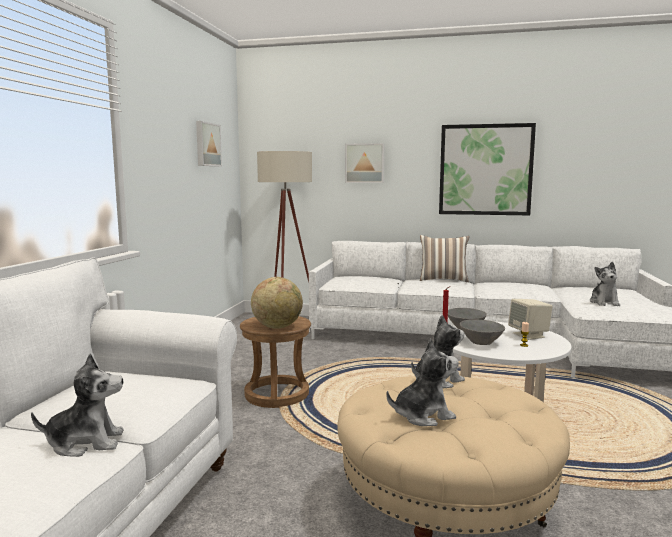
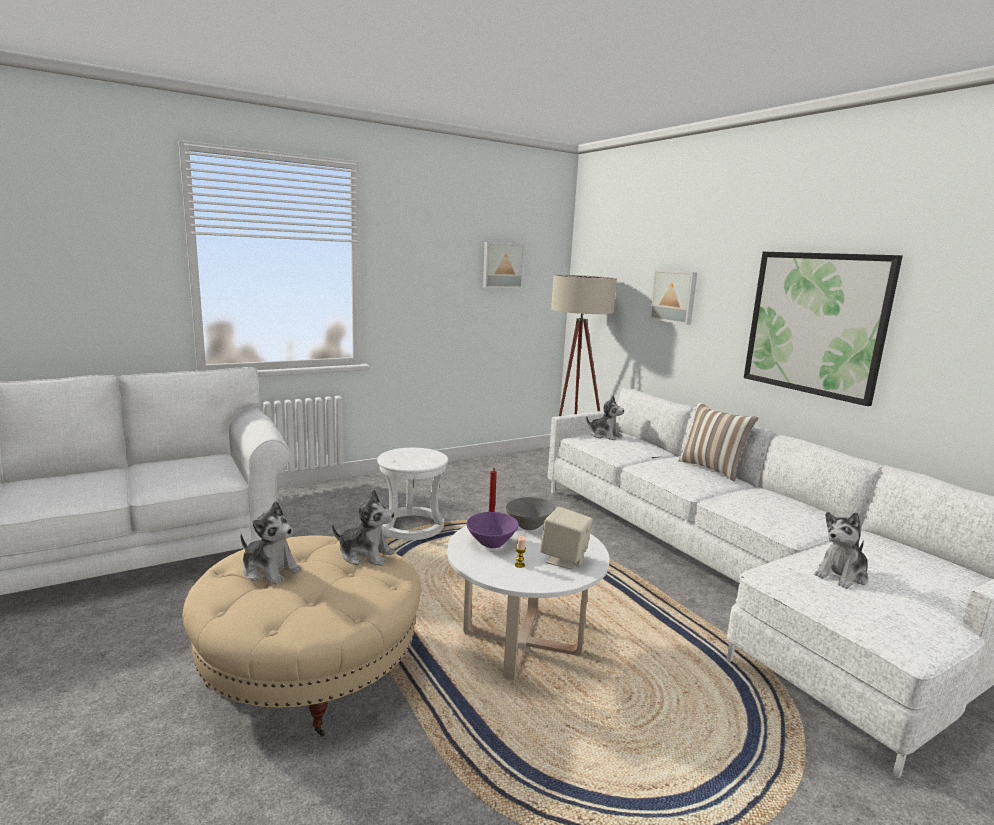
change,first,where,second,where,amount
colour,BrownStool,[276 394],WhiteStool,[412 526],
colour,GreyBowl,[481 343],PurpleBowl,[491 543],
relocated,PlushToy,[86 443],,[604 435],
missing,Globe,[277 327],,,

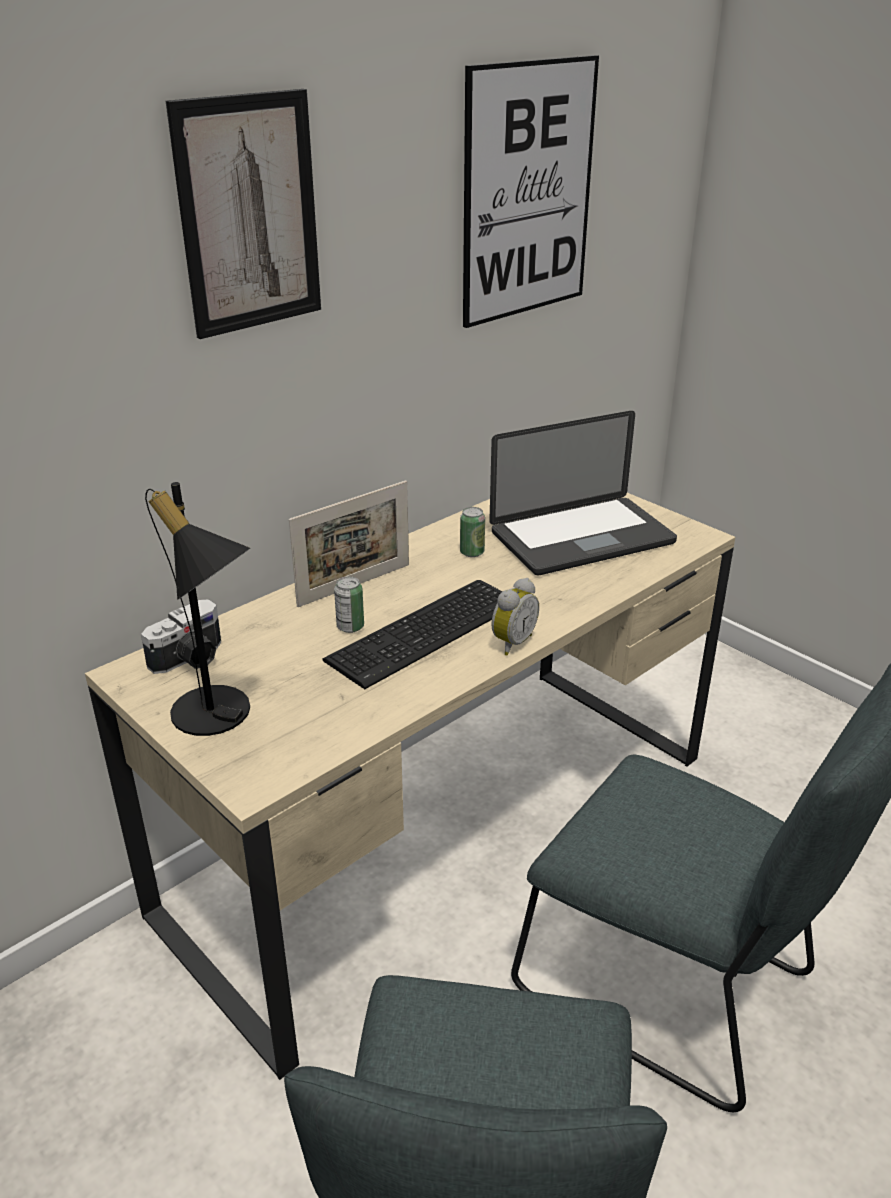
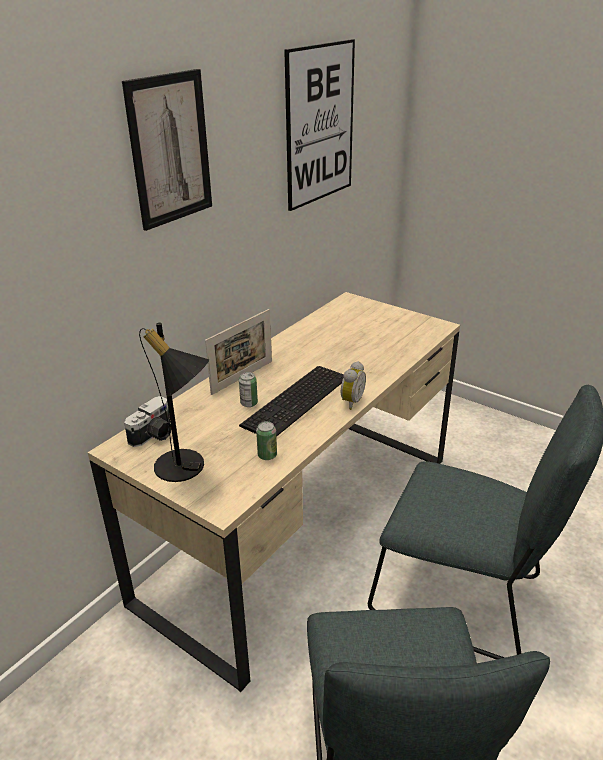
change,first,where,second,where,amount
relocated,Can,[472 552],,[267 455],
missing,Laptop,[582 538],,,

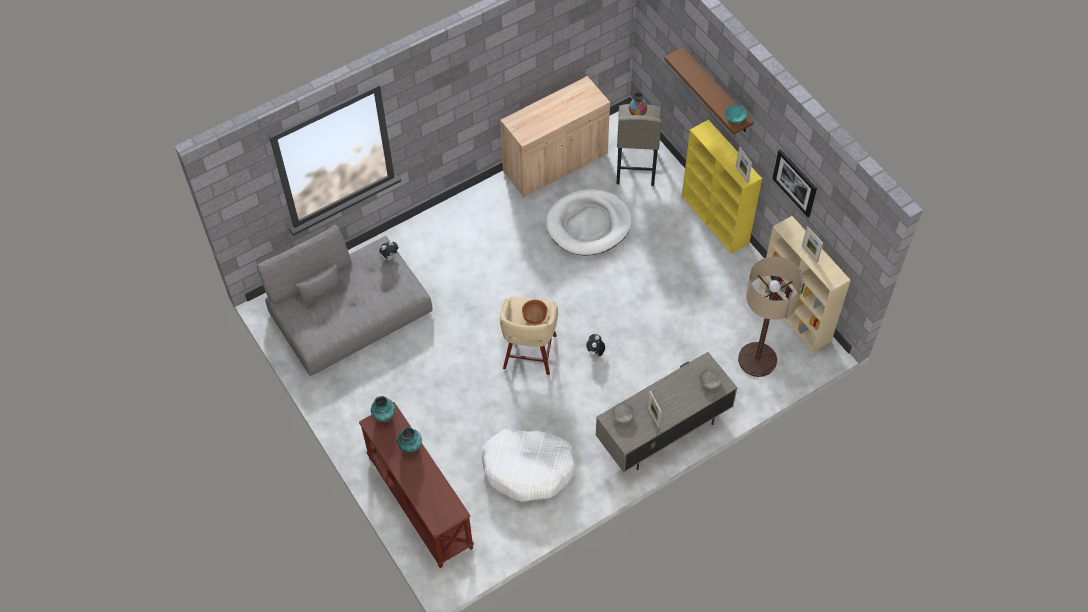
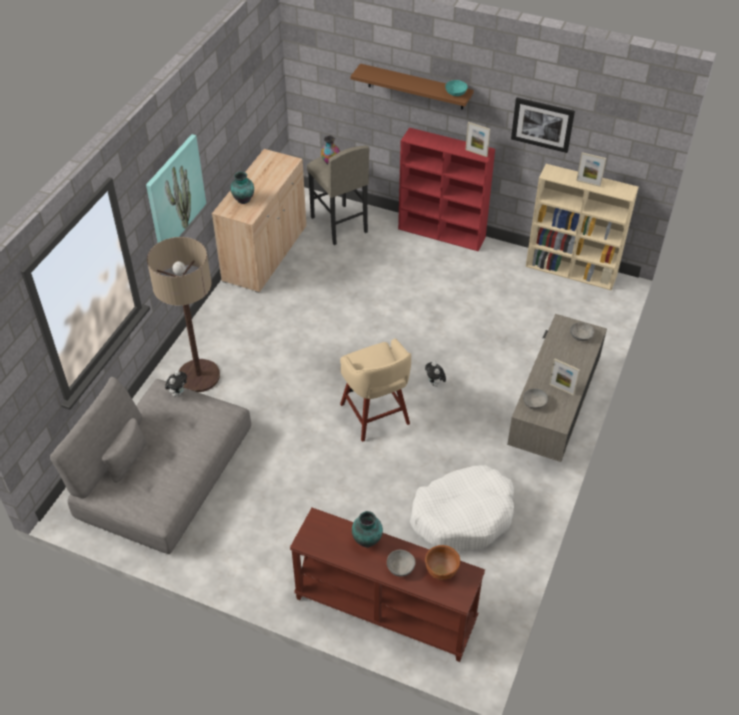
change,first,where,second,where,amount
appeared,,,Picture,[174 193],
relocated,FloorLamp,[757 360],,[199 376],
relocated,Vase,[384 417],,[243 200],
appeared,,,GreyBowl,[400 568],
colour,YellowBookcase,[715 220],RedBookcase,[442 233],
relocated,BrownBowl,[535 318],,[442 570],
missing,WhiteDogBed,[588 225],,,

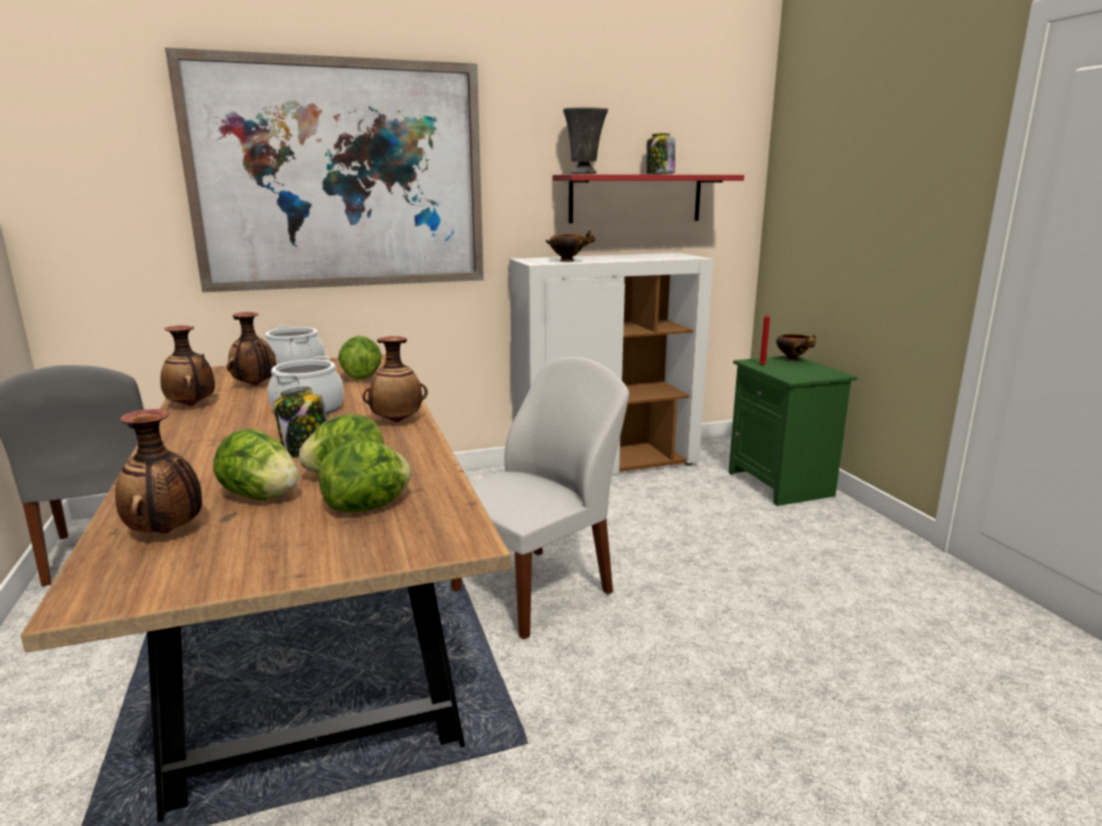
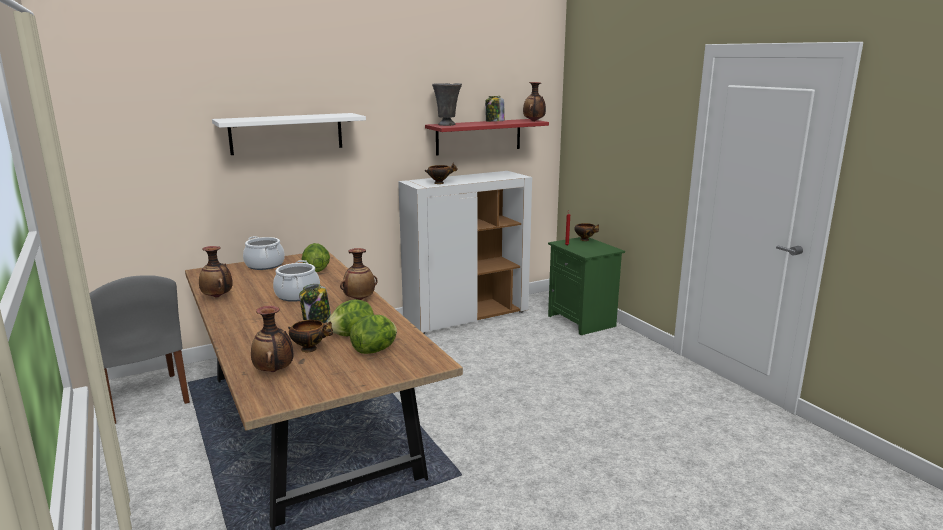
change,first,where,second,where,amount
exchanged,Picture,[340 176],WhiteShelf,[286 133],
exchanged,Lettuce,[260 496],Bowl,[311 349],
relocated,Vase,[255 385],,[534 121],
missing,WhiteChair,[536 590],,,

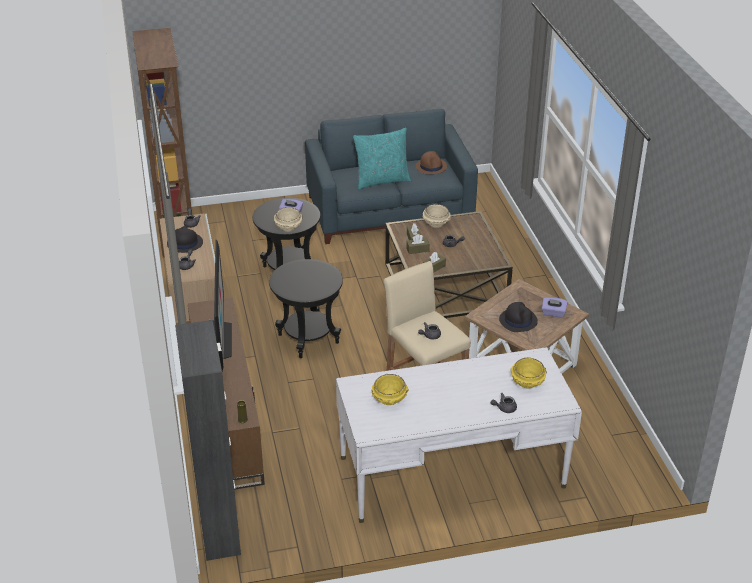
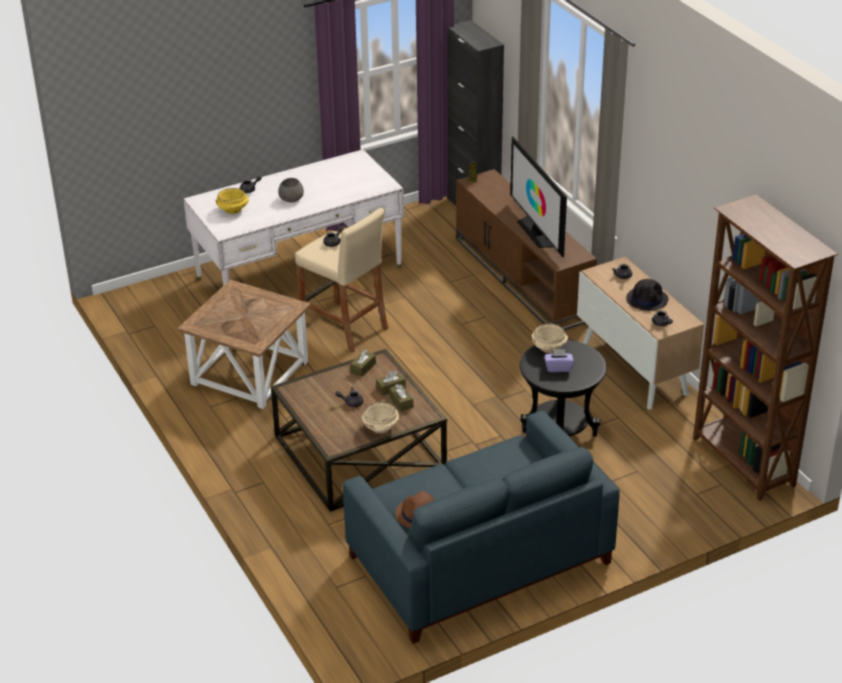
change,first,where,second,where,amount
appeared,,,GreyBowl,[291 198],
missing,BlackSideTable,[308 339],,,
missing,TurquoisePillow,[382 181],,,
missing,YellowBowl,[390 399],,,
missing,BlackHat,[518 320],,,
missing,PurpleTissueBox,[553 313],,,

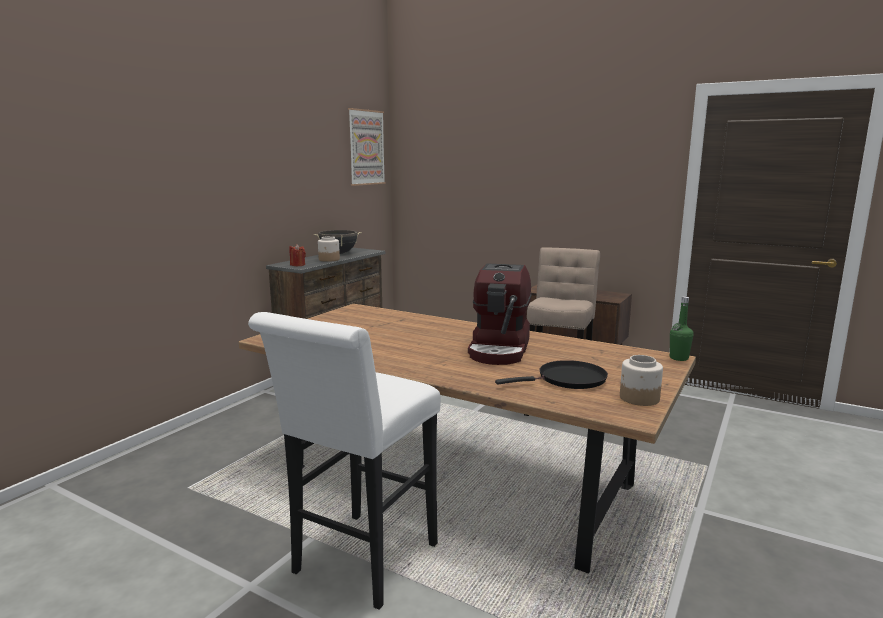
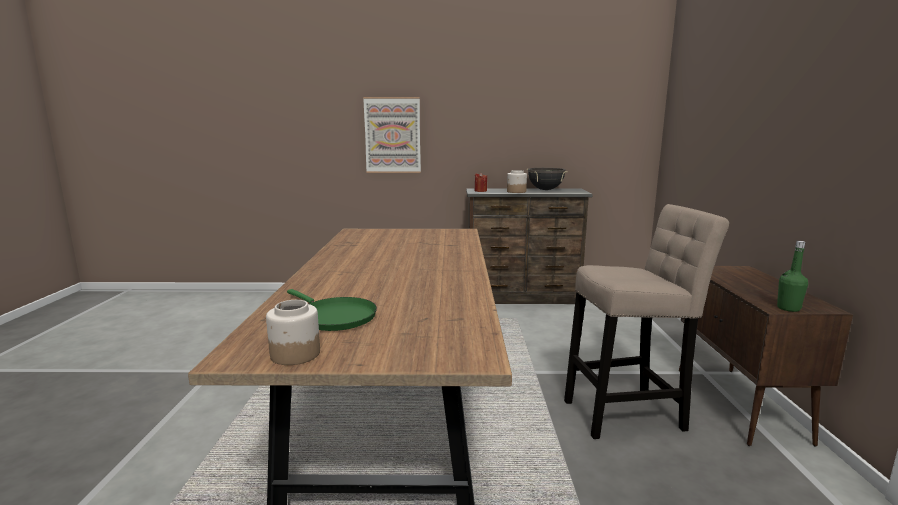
change,first,where,second,where,amount
colour,BlackFryingPan,[567 380],GreenFryingPan,[334 317],
relocated,Picture,[366 147],,[392 135],
relocated,GreenBottle,[679 358],,[788 308],
missing,WhiteStool,[359 564],,,
missing,CoffeeMachine,[500 349],,,

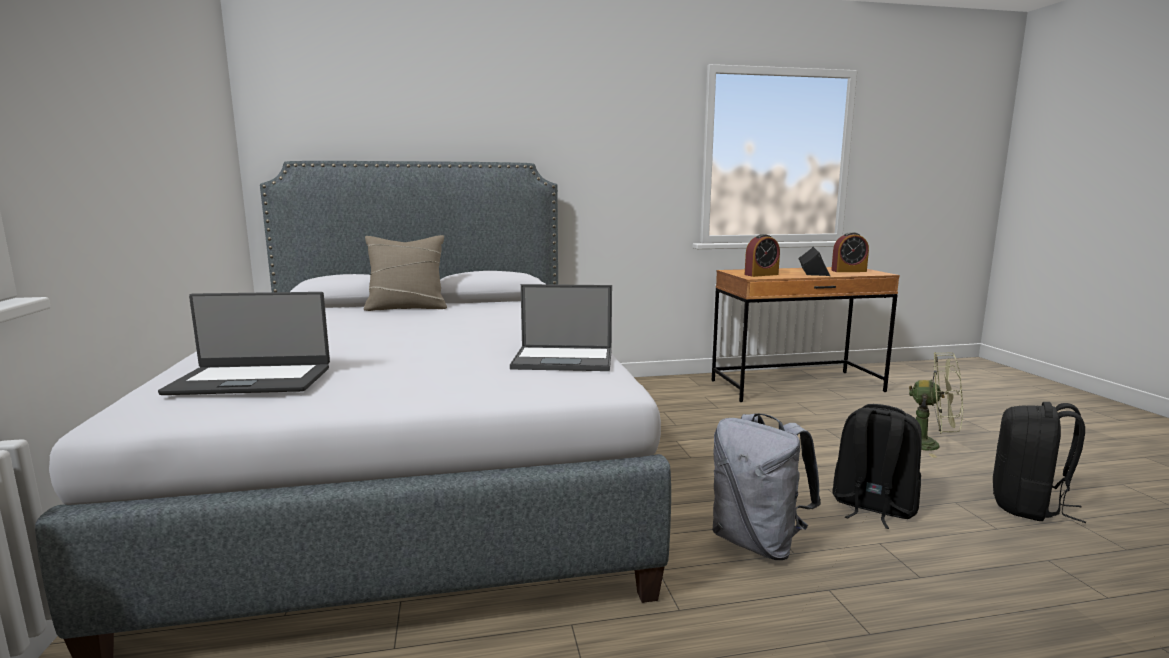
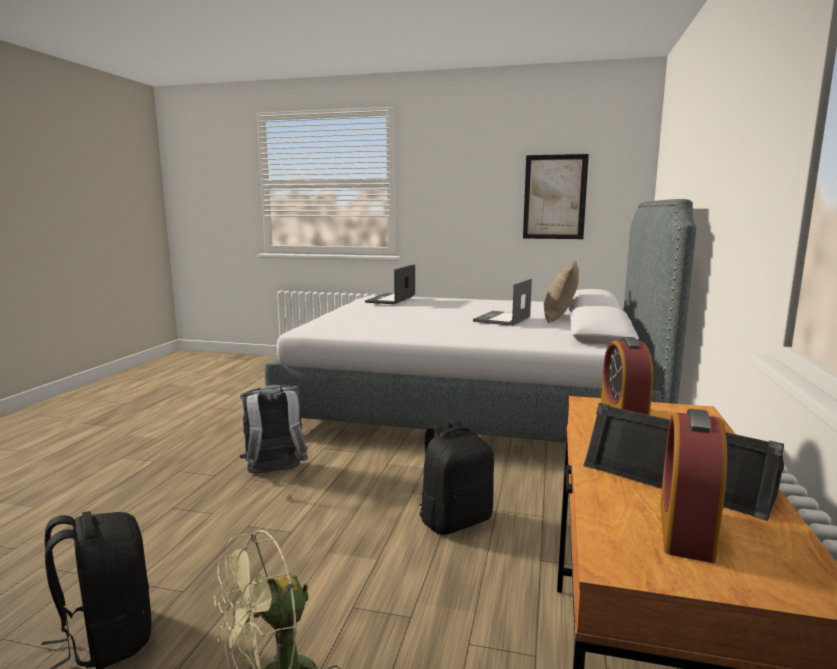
change,first,where,second,where,amount
relocated,BlackBackpack,[872 507],,[455 520],
relocated,Laptop,[564 359],,[502 319],
appeared,,,Picture,[554 197],

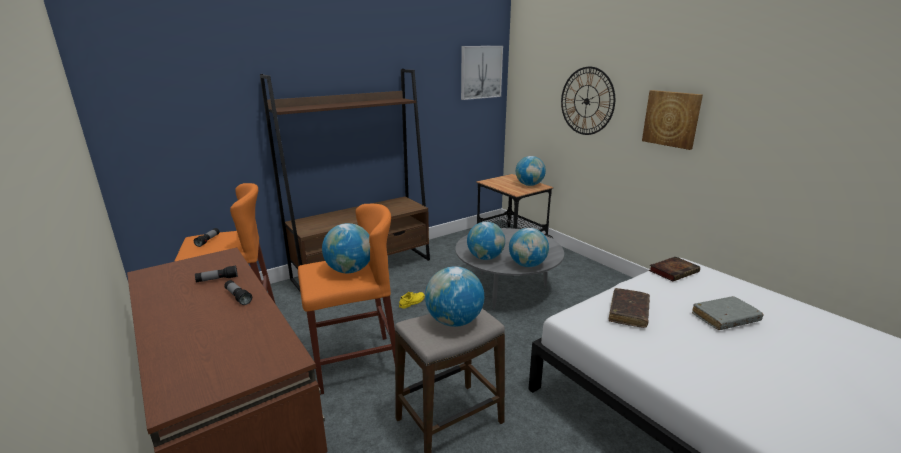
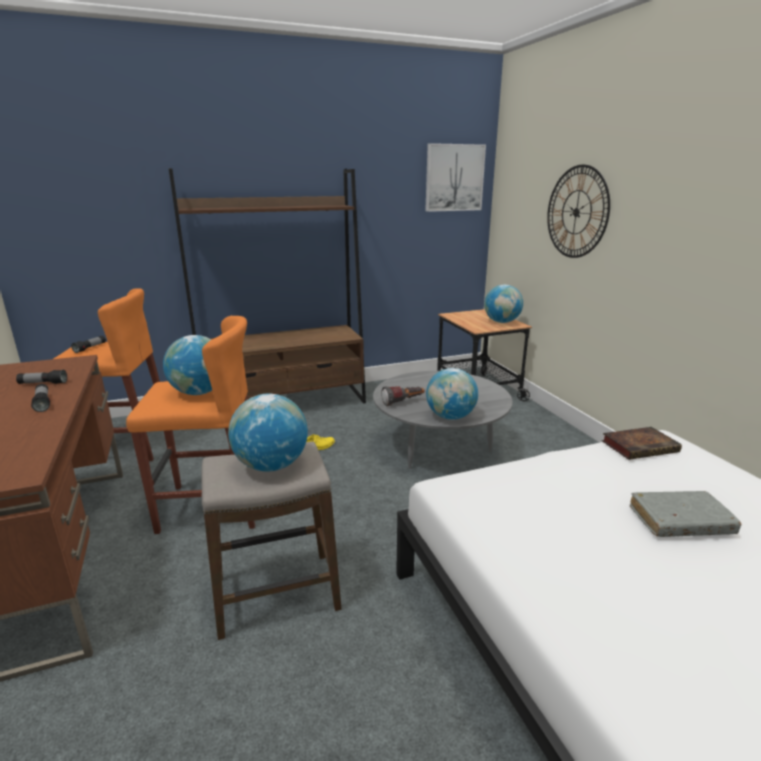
change,first,where,second,where,amount
exchanged,Globe,[485 258],Flashlight,[403 402],
missing,BrownBook,[628 312],,,
missing,Picture,[671 119],,,

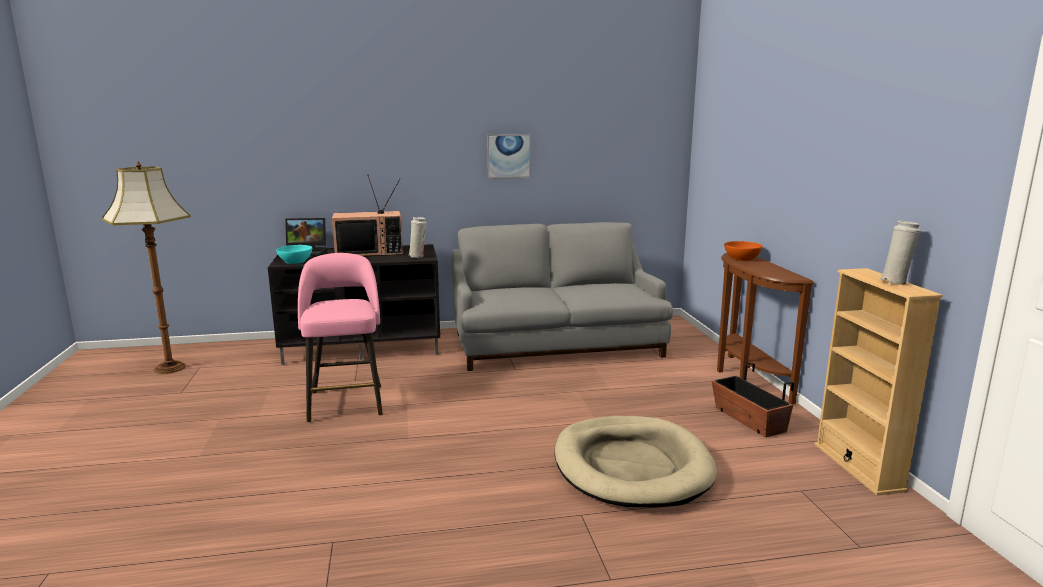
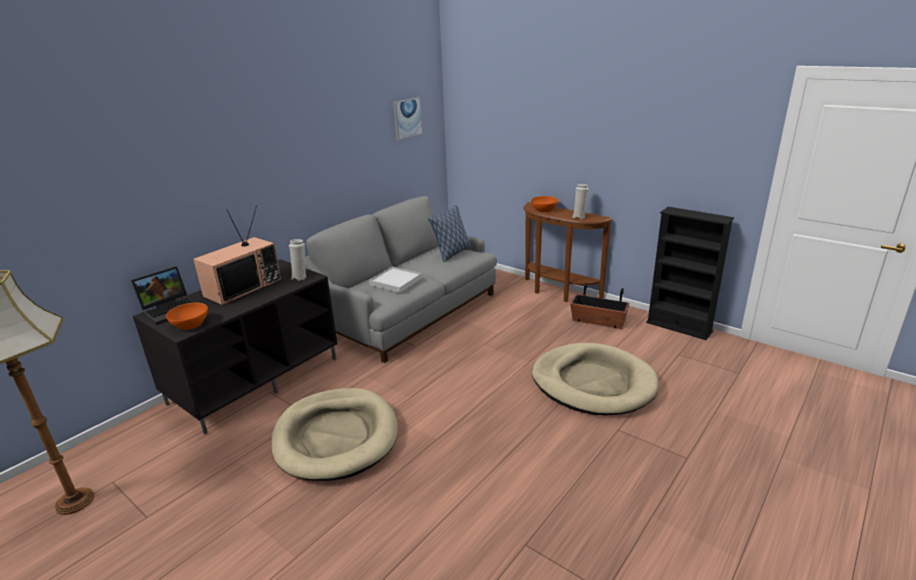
change,first,where,second,where,amount
colour,TurquoiseBowl,[295 261],OrangeBowl,[190 324],
exchanged,PinkStool,[346 402],BeigeDogBed,[336 437],
appeared,,,WhiteTray,[395 281],
relocated,Picture,[508 156],,[407 118],
appeared,,,Pillow,[452 254],
relocated,WhiteVase,[895 282],,[579 217],
colour,BeigeBookcase,[858 467],BlackBookcase,[679 327],

